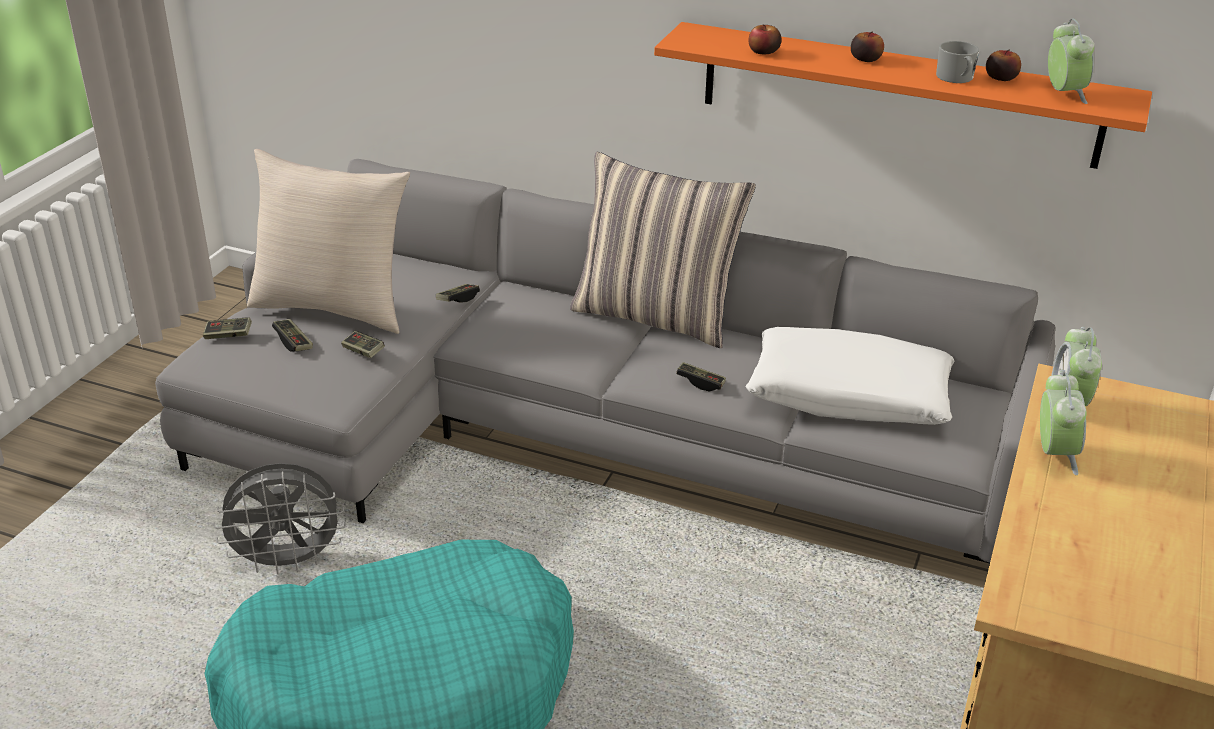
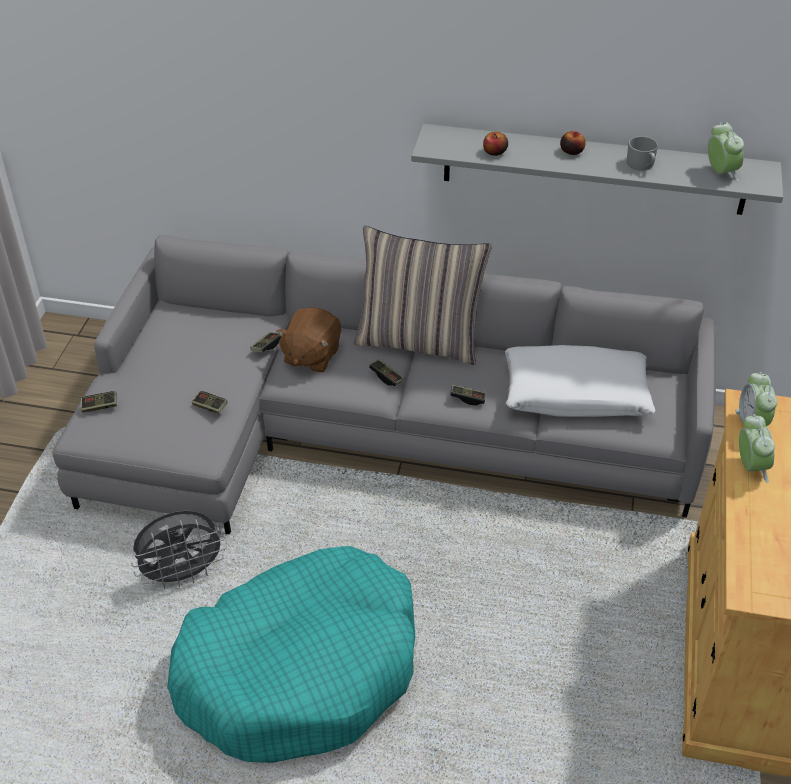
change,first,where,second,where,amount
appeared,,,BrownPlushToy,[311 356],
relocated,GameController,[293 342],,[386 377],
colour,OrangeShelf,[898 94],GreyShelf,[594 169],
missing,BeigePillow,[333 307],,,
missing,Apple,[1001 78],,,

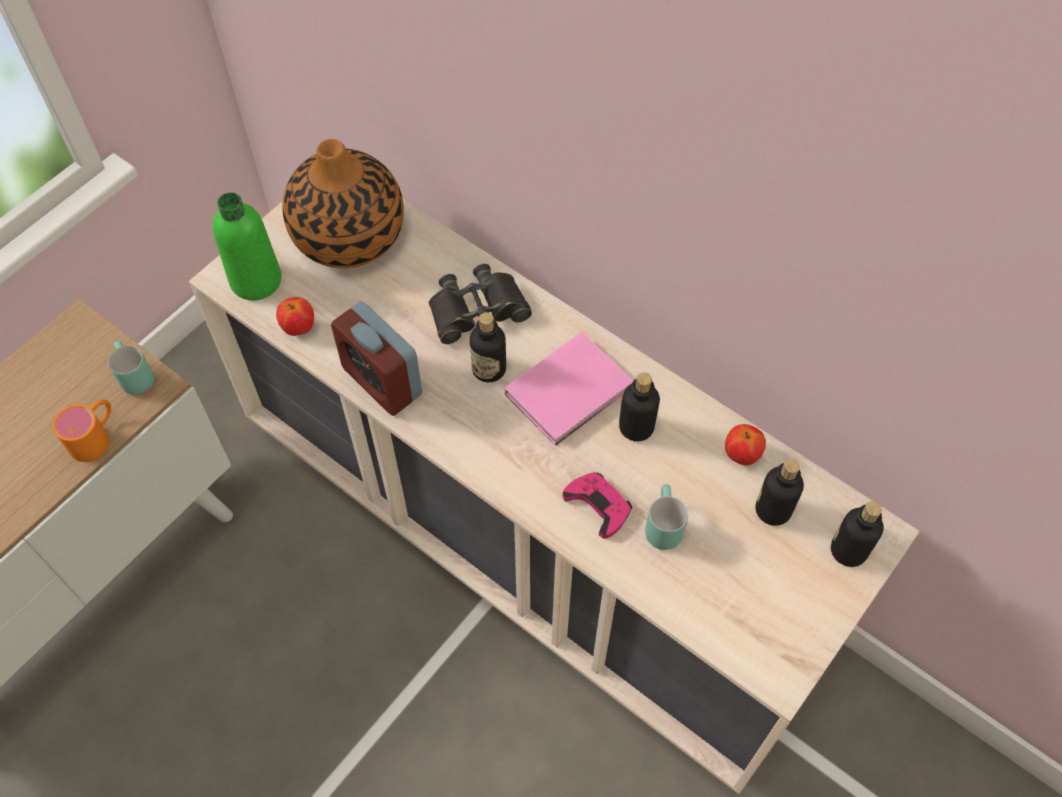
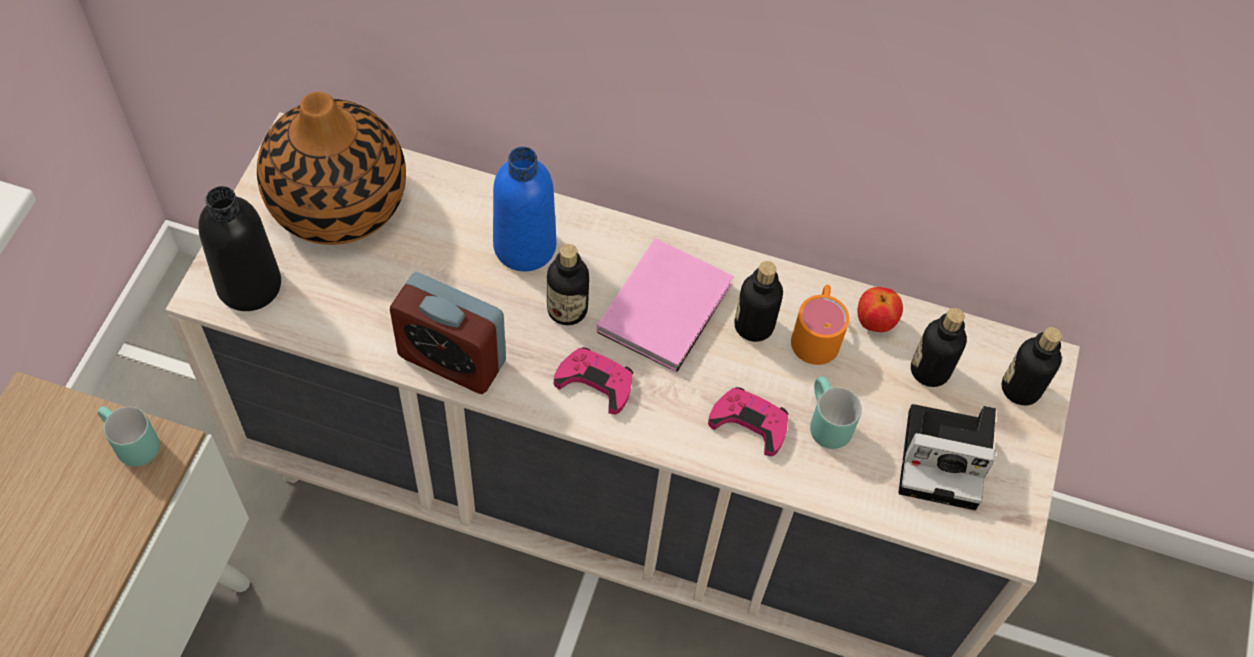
change,first,where,second,where,amount
colour,GreenBottle,[256 280],BlackBottle,[249 285],
exchanged,BlackBinoculars,[477 309],BlueBottle,[524 246],
appeared,,,PinkGameController,[595 382],
relocated,OrangeMug,[96 436],,[817 333],
appeared,,,PhotoCamera,[946 458],
missing,Apple,[299 328],,,

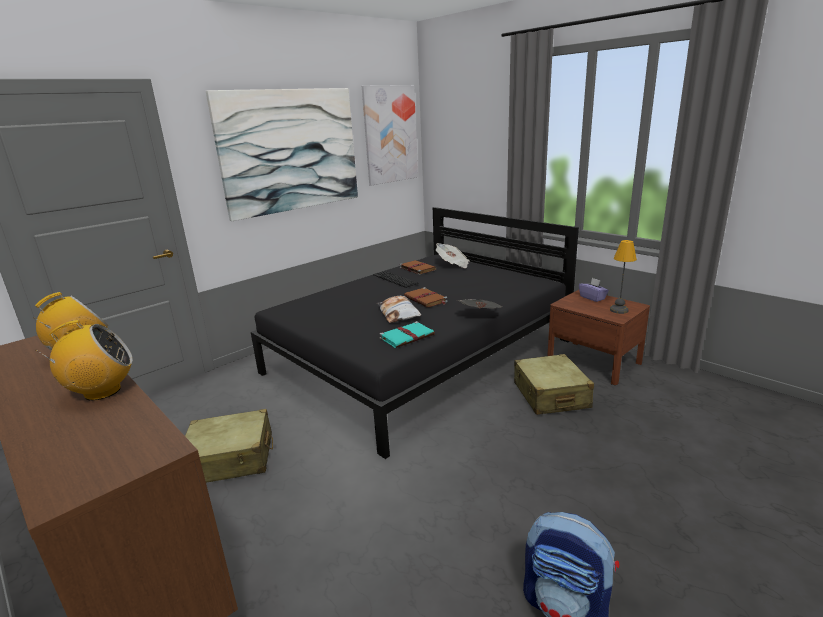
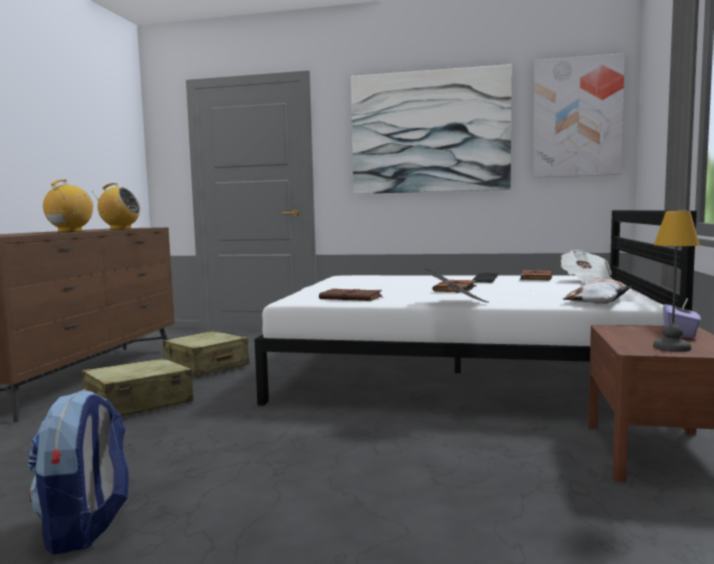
change,first,where,second,where,amount
spun,Radio,[102 392],,[70 231],105 degrees counterclockwise
relocated,BeigeSuitcase,[550 395],,[138 404],
colour,BlackBed,[420 356],WhiteBed,[461 372],
colour,TurquoiseBook,[407 336],BrownBook,[352 298],
relocated,Pillow,[398 313],,[598 300],

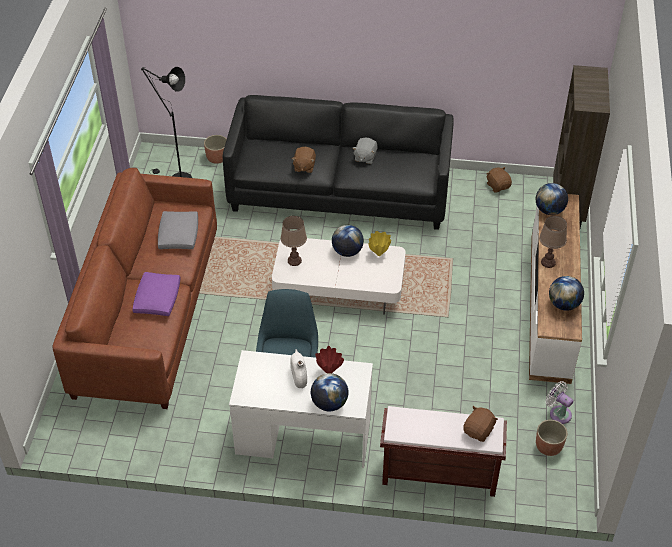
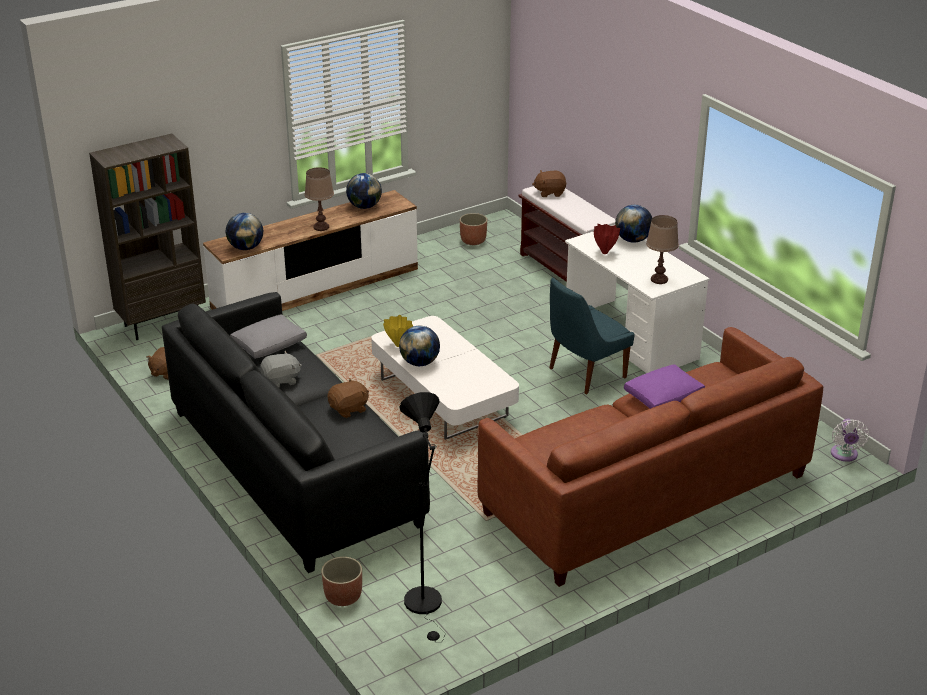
change,first,where,second,where,amount
relocated,GreyPillow,[179 235],,[268 345],
relocated,BrownTableLamp,[294 260],,[659 280],
relocated,WhiteFan,[558 413],,[844 455],
missing,WhiteVase,[299 377],,,

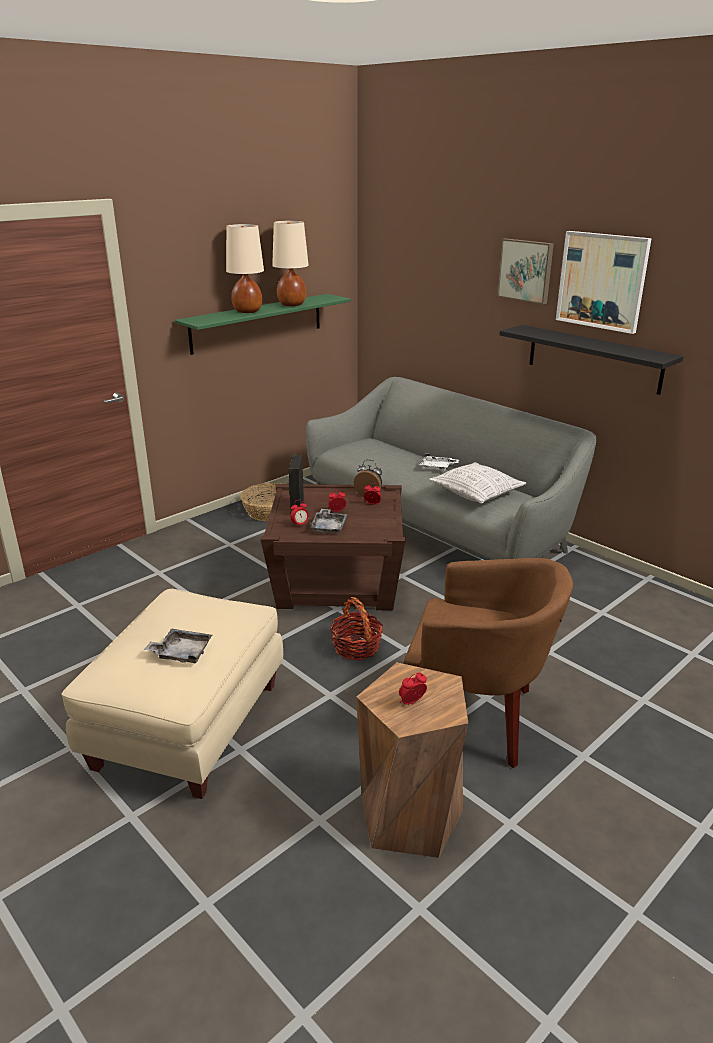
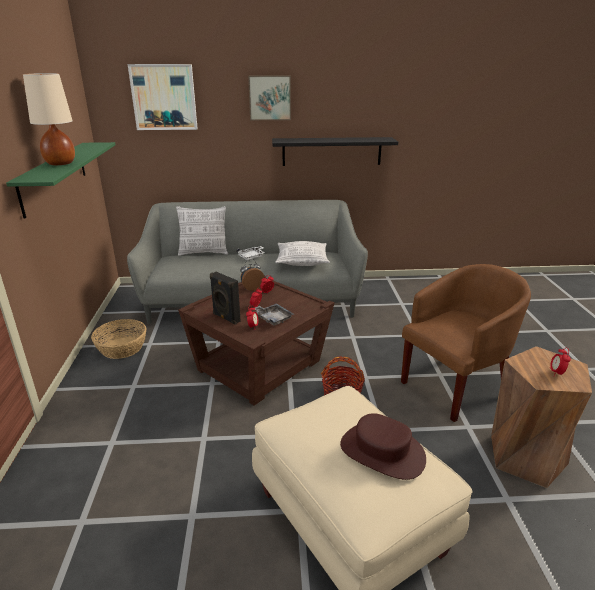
change,first,where,second,where,amount
relocated,Picture,[602 281],,[164 97],
appeared,,,Pillow,[204 252],
exchanged,GreyTray,[181 653],BrownHat,[381 452],
missing,BeigeTableLamp,[292 305],,,

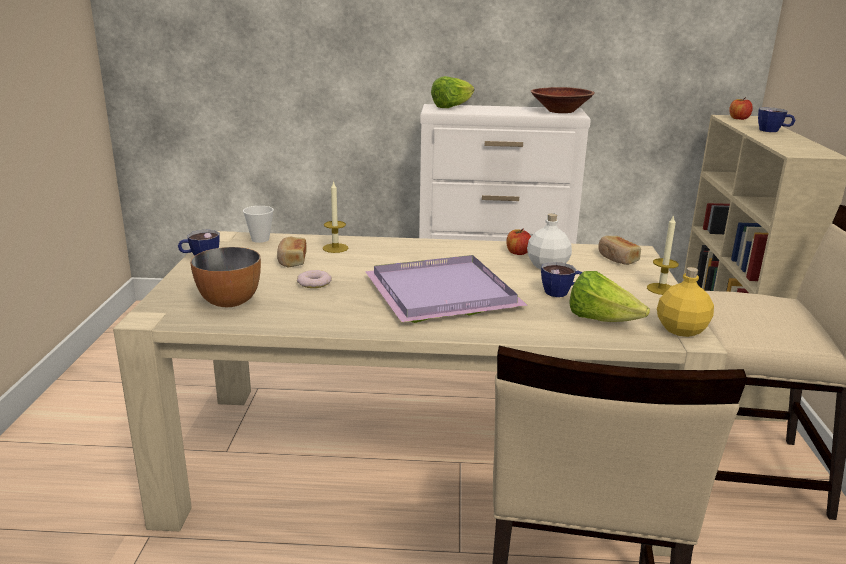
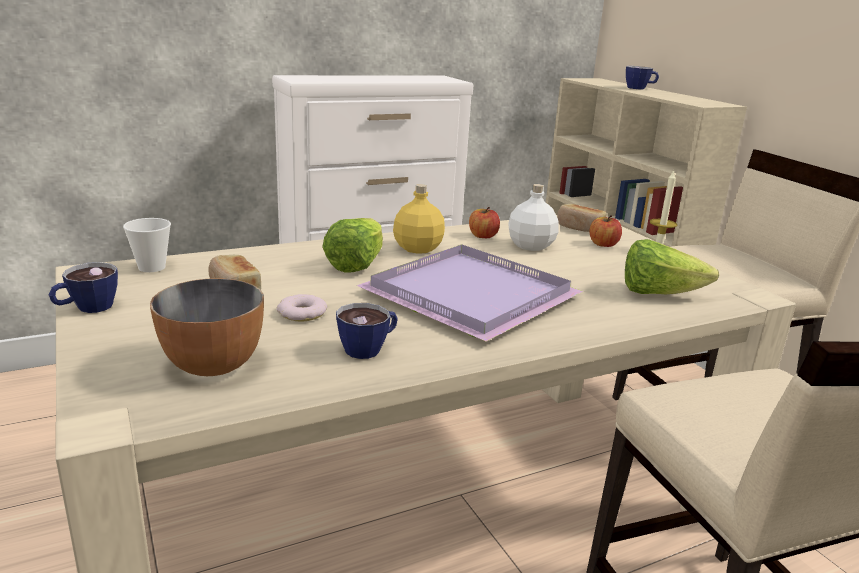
change,first,where,second,where,amount
relocated,Lettuce,[452 107],,[356 264],
relocated,Cup,[561 292],,[369 348],
relocated,YellowBottle,[682 330],,[418 248],
relocated,Apple,[738 118],,[603 244],
missing,Candle,[335 248],,,
missing,BrownBowl,[560 111],,,

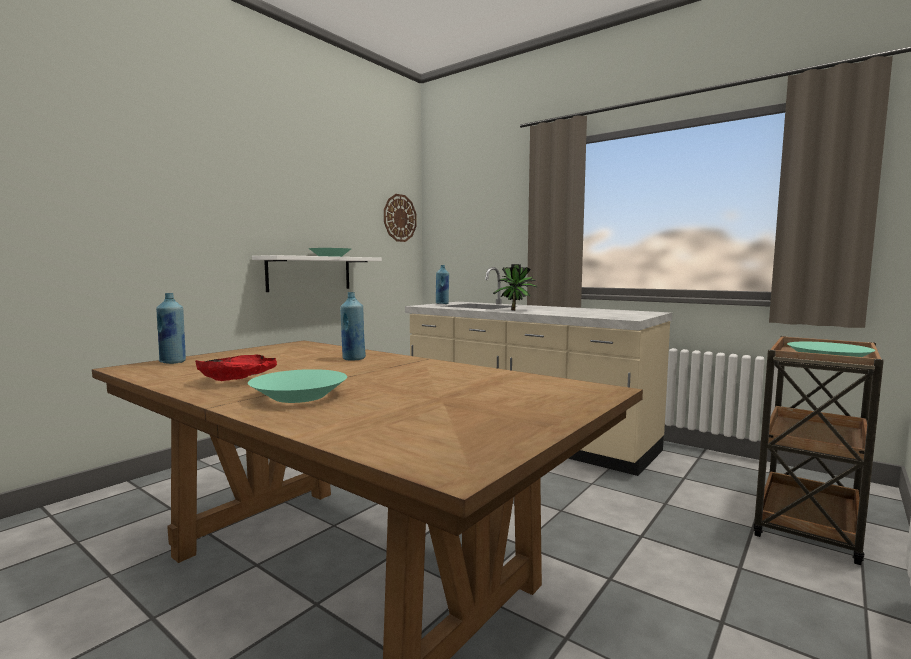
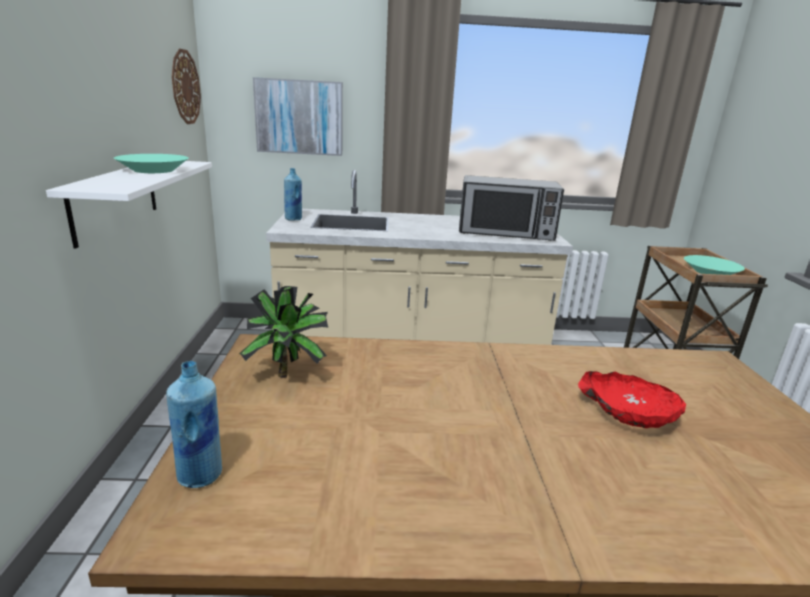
change,first,where,second,where,amount
relocated,PottedPlant,[516 310],,[289 374],
appeared,,,Picture,[299 117],
appeared,,,Microwave,[506 232],
relocated,RedBowl,[239 378],,[627 412],
missing,TurquoiseBowl,[299 396],,,
missing,BlueBottle,[353 359],,,

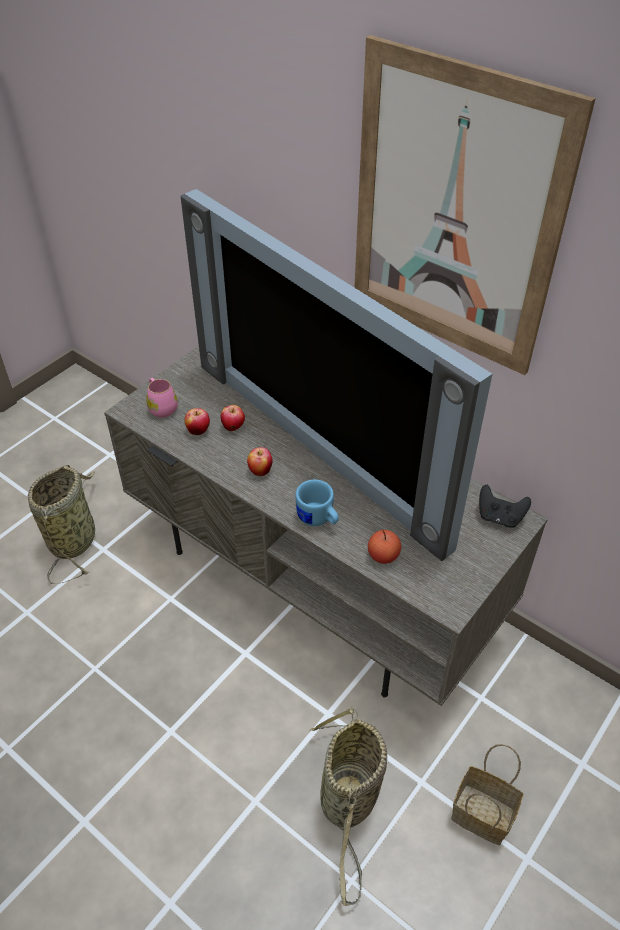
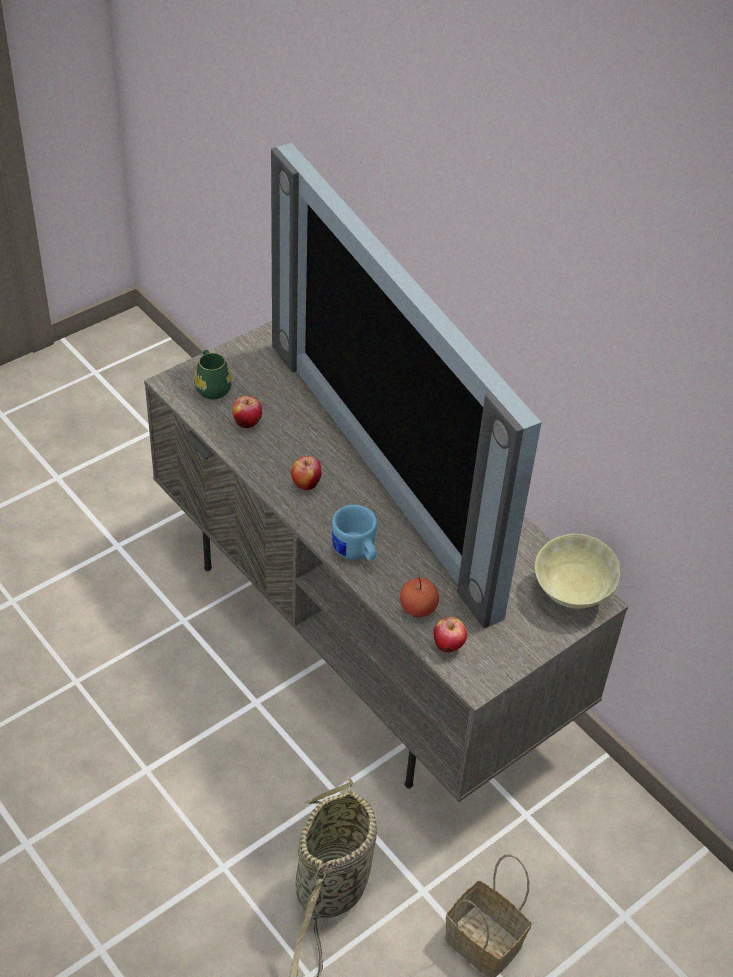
change,first,where,second,where,amount
colour,PinkMug,[161 407],GreenMug,[212 386],
relocated,Apple,[233 427],,[448 646],
exchanged,BlackGameController,[499 517],BeigeBowl,[570 593],
missing,Basket,[74 538],,,
missing,Picture,[454 214],,,

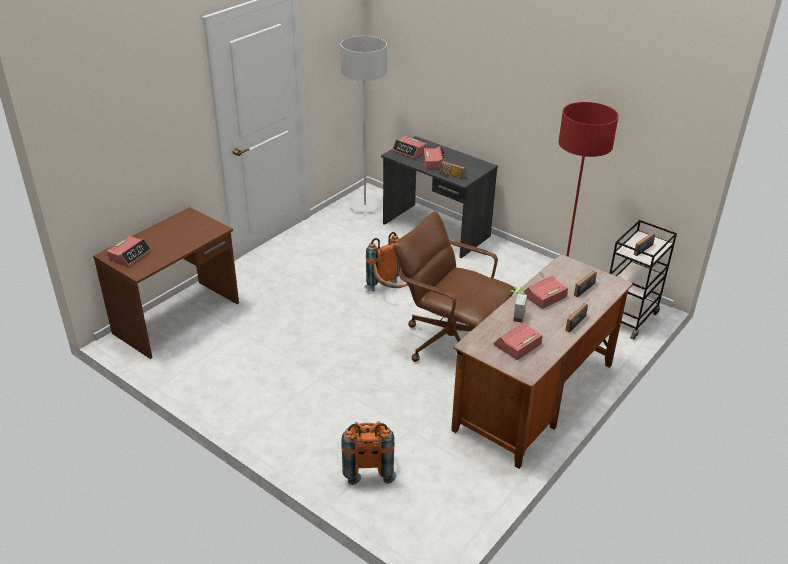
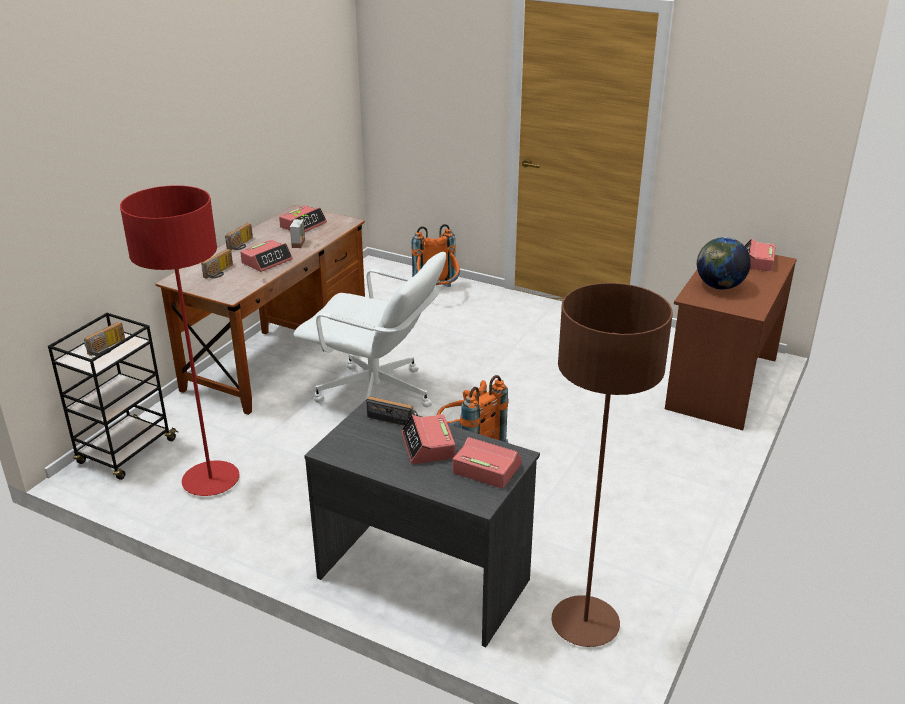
change,first,where,second,where,amount
colour,BrownOfficeChair,[449 341],WhiteOfficeChair,[376 396],
colour,GreyFloorLamp,[365 206],BrownFloorLamp,[585 623],
appeared,,,Globe,[719 287],

